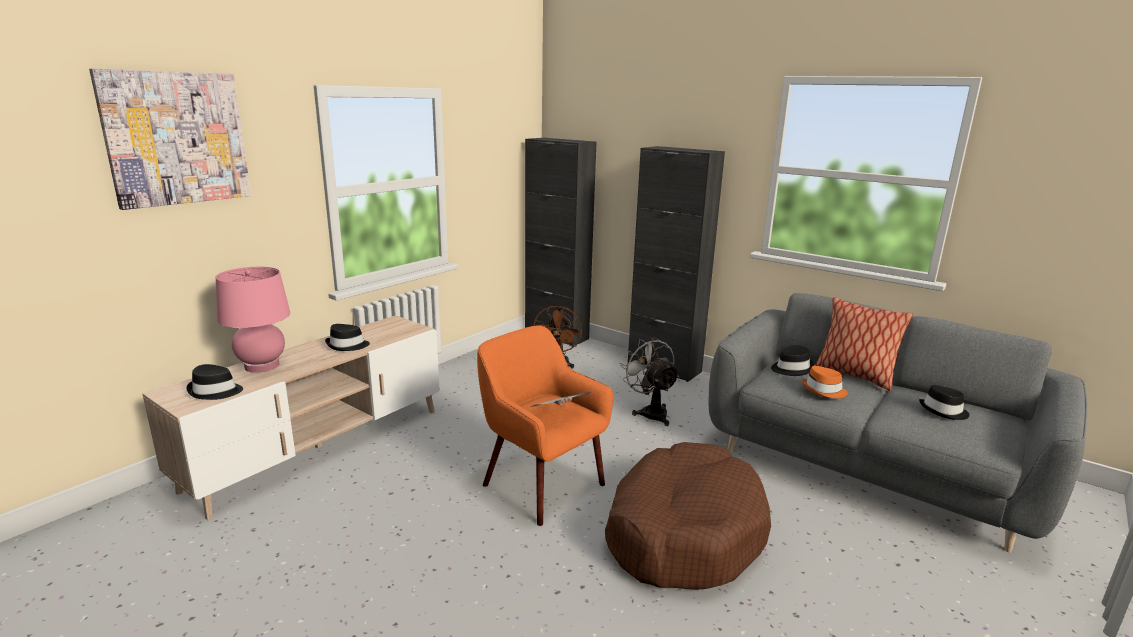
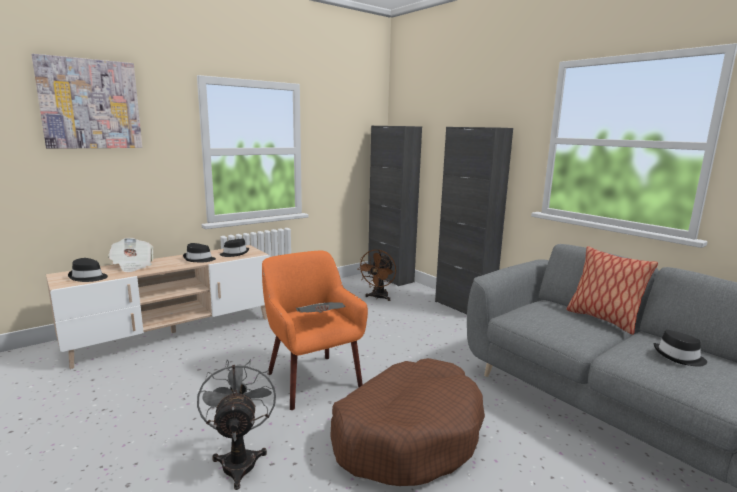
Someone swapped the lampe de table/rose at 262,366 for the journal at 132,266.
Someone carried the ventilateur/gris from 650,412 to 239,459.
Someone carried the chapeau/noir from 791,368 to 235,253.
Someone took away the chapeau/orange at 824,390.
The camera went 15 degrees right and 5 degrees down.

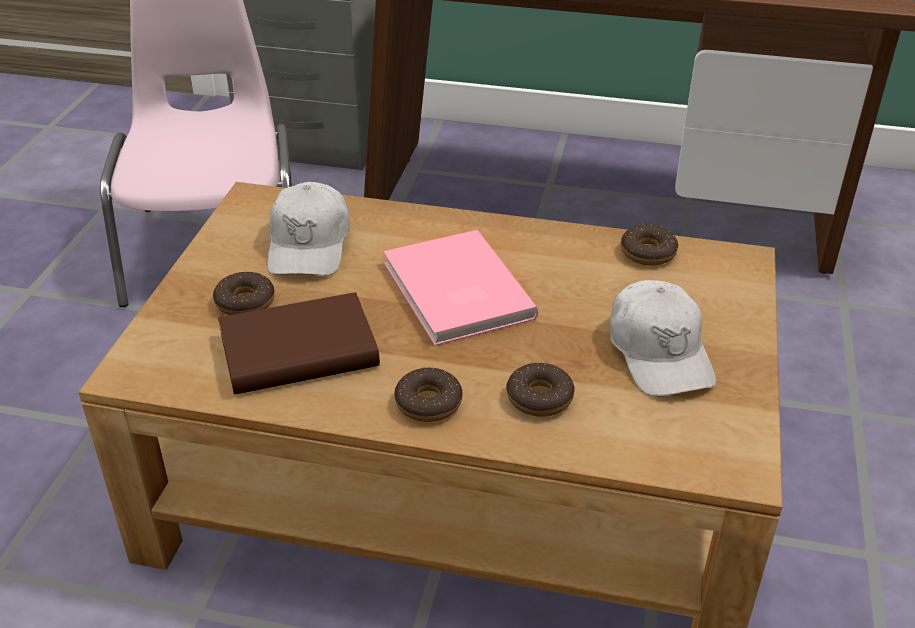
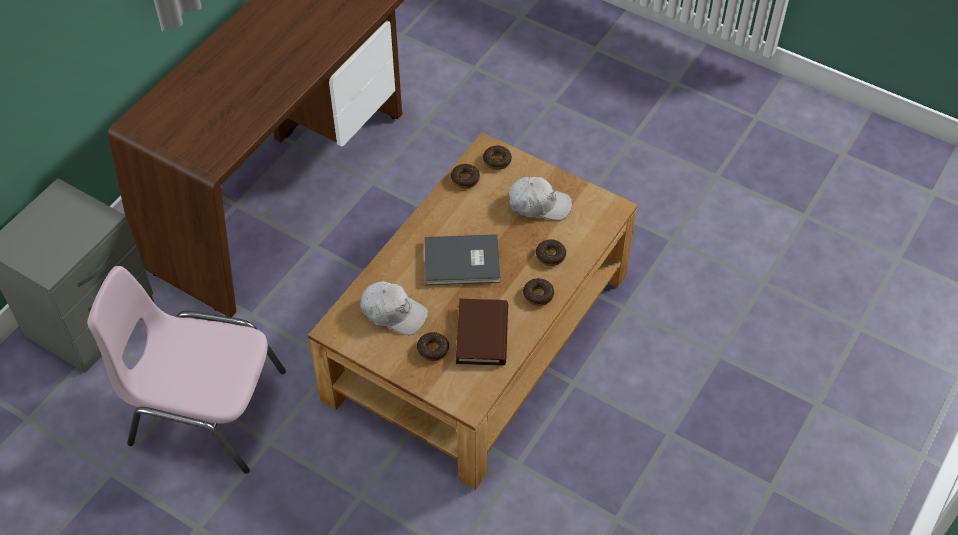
Someone repainted the livre/rose at 454,292, which became the livre/gris at 463,263.
Someone put down the beignet at 497,160.
The camera went 70 degrees left and 15 degrees up.

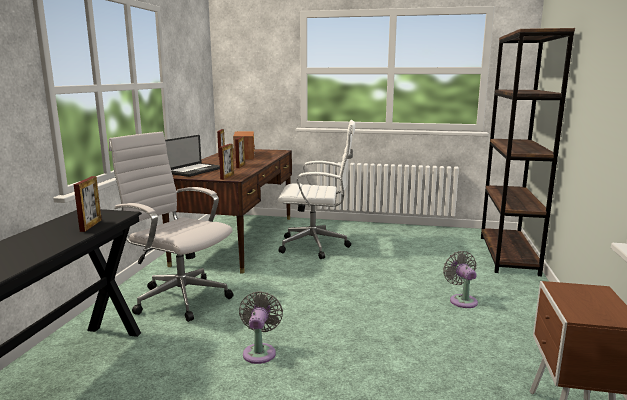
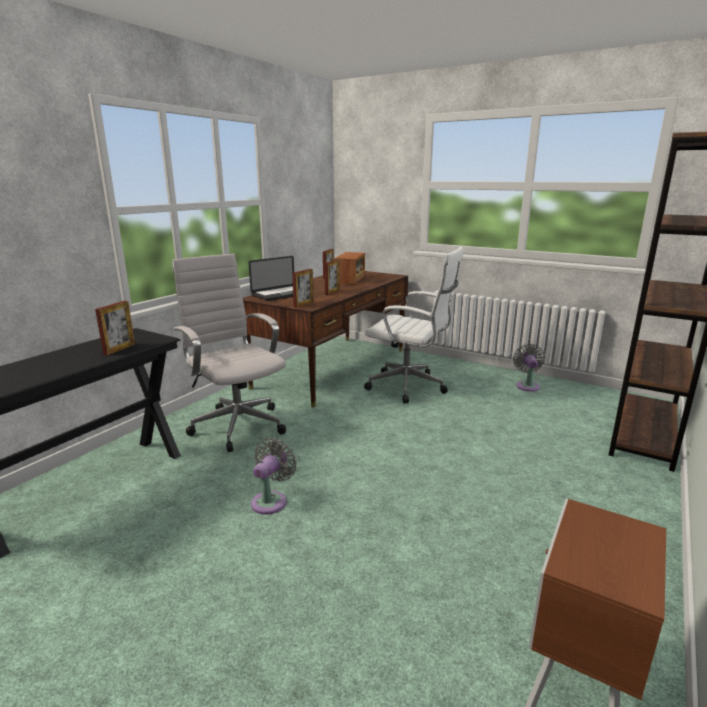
Someone carried the ventilateur/gris from 462,300 to 527,385.
The camera went 20 degrees right and 5 degrees up.

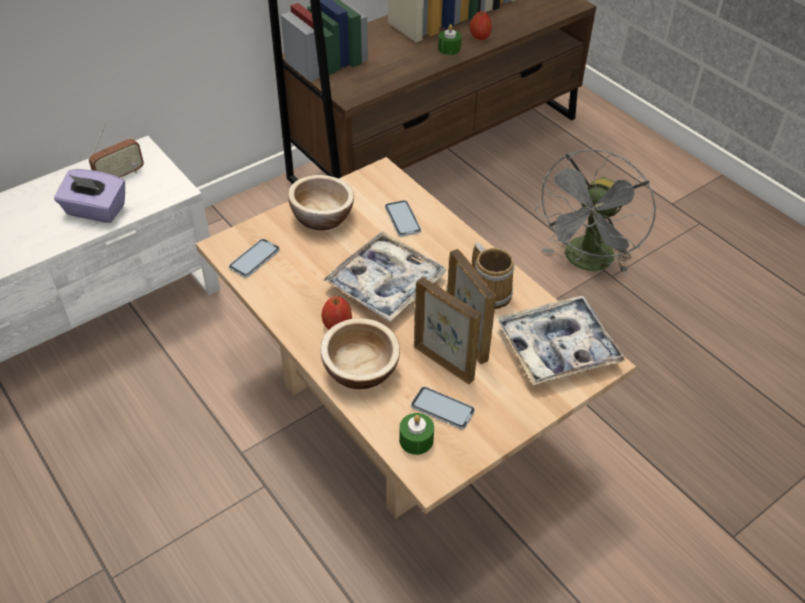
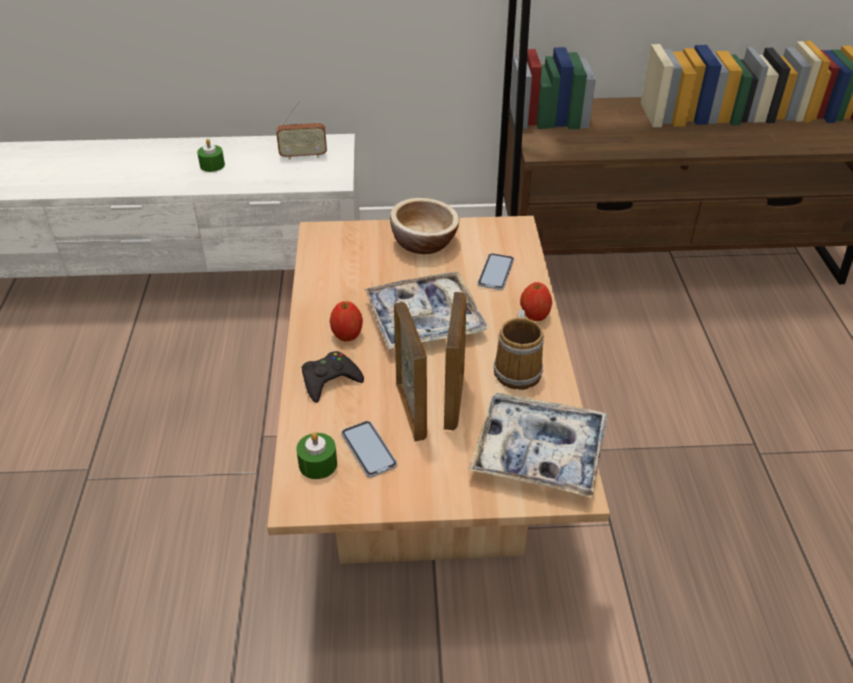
Someone took away the boîte à mouchoirs/violet at 95,211.
Someone took away the téléphone at 254,259.
Someone swapped the bol at 360,370 for the manette/noir at 330,380.
Someone carried the bougie/vert from 449,49 to 212,165.
Someone carried the pomme from 479,37 to 534,316.
Someone took away the ventilateur/gris at 586,263.
The camera went 35 degrees right and 5 degrees down.

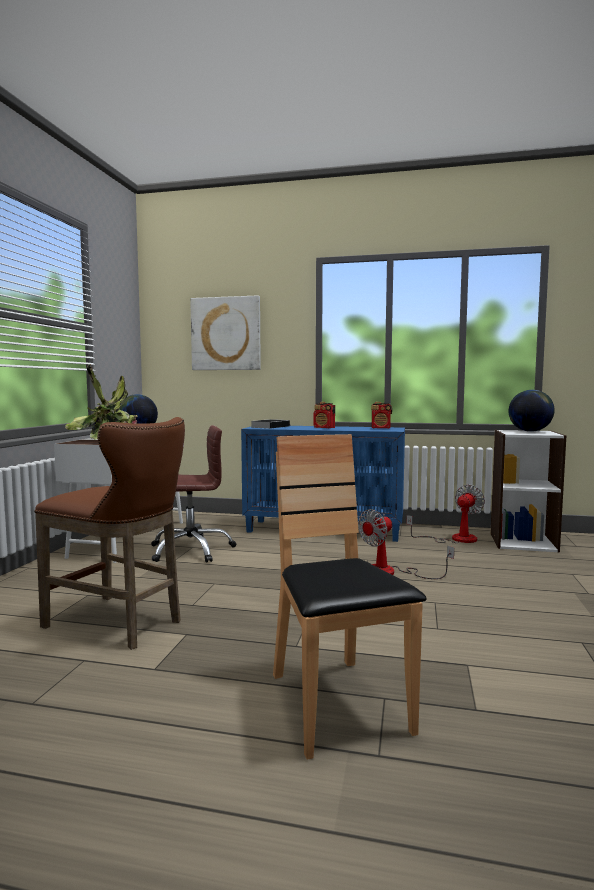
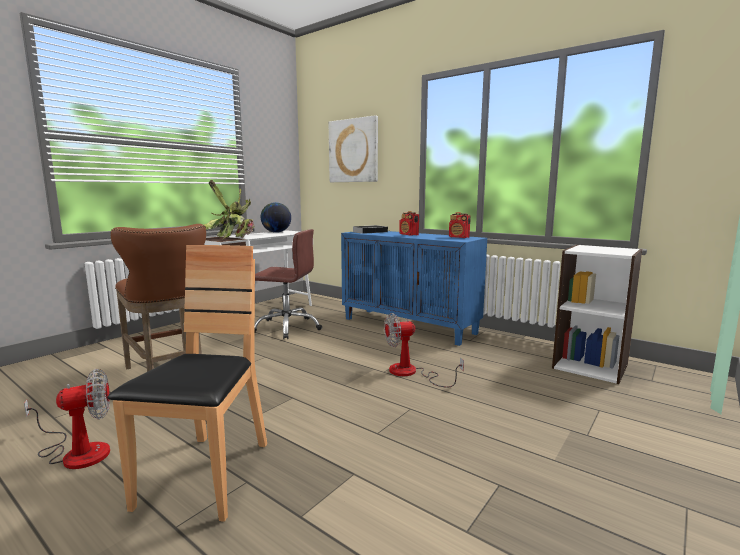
Someone carried the ventilateur from 455,539 to 77,452.
Someone took away the globe at 530,431.
The camera went 25 degrees right and 5 degrees up.

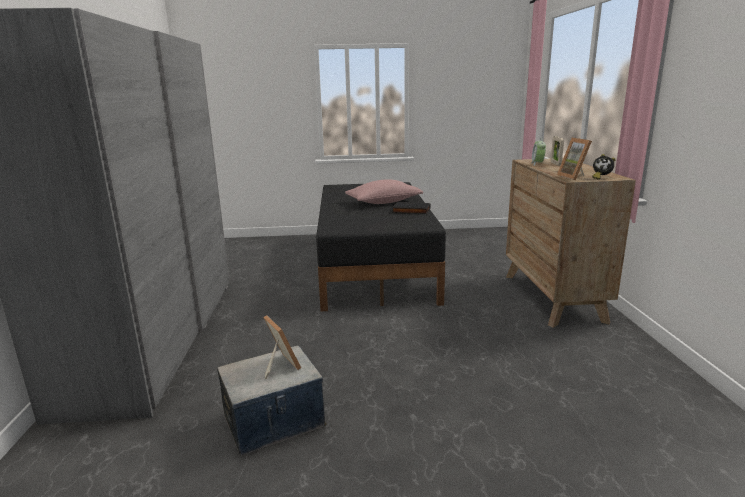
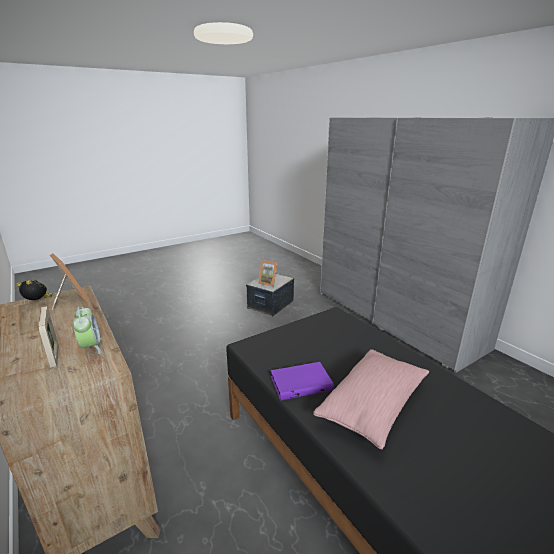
Someone repainted the livre/noir at 411,211, which became the livre/violet at 301,382.
The camera went 150 degrees right and 5 degrees up.

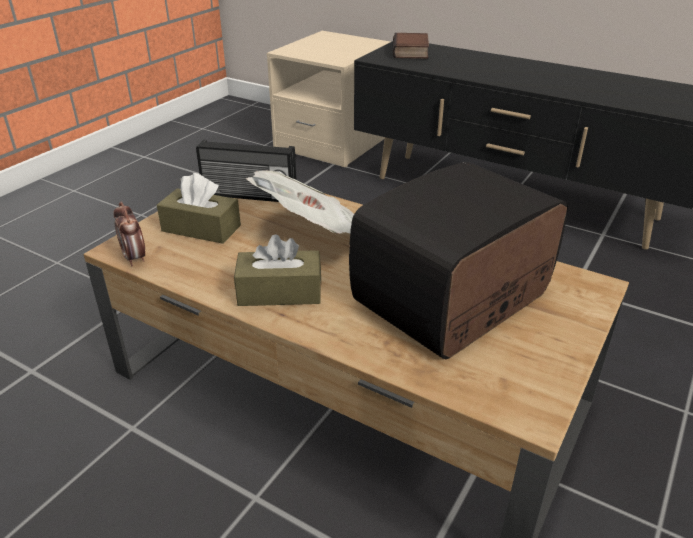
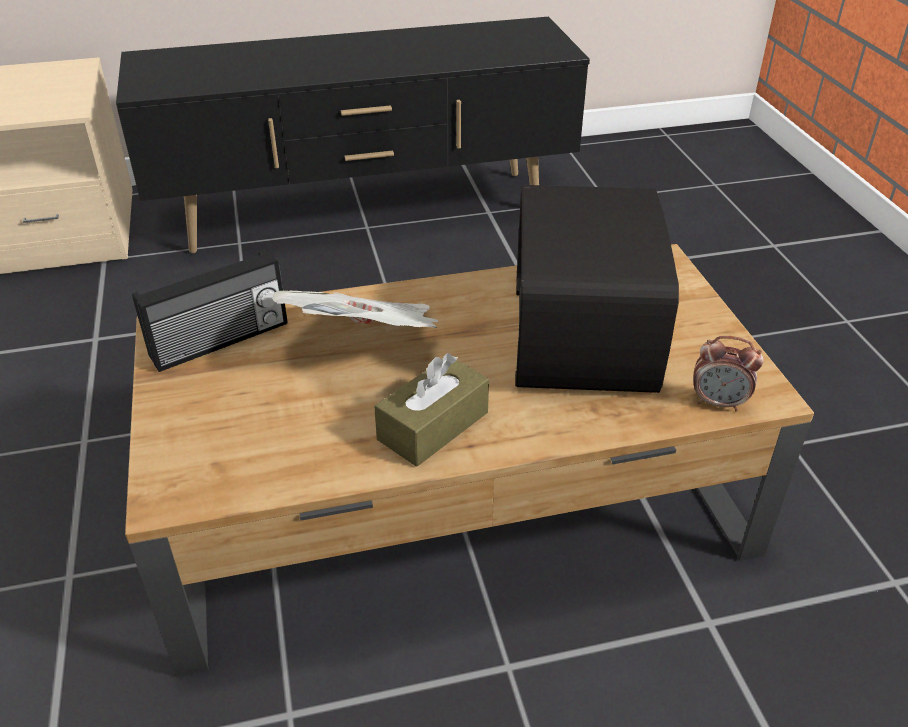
Someone carried the réveil from 135,258 to 718,402.
Someone took away the boîte à mouchoirs/marron at 201,228.
Someone took away the livre at 412,51.
The camera went 45 degrees left and 5 degrees up.

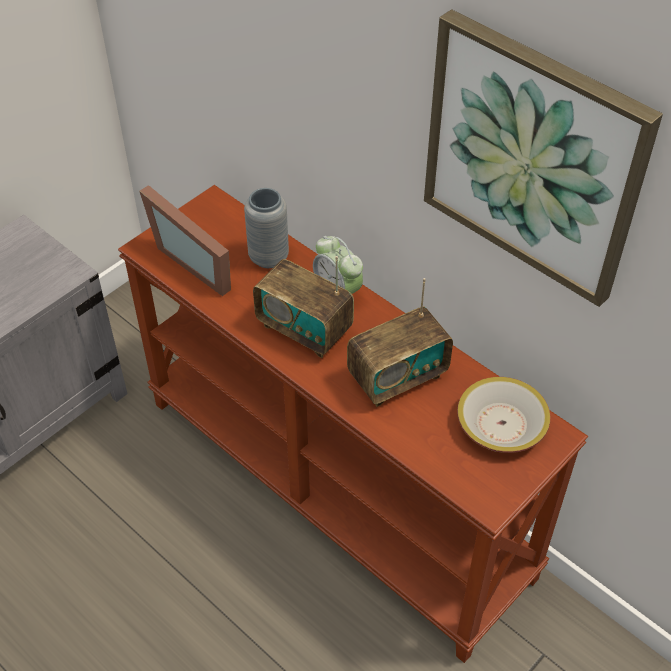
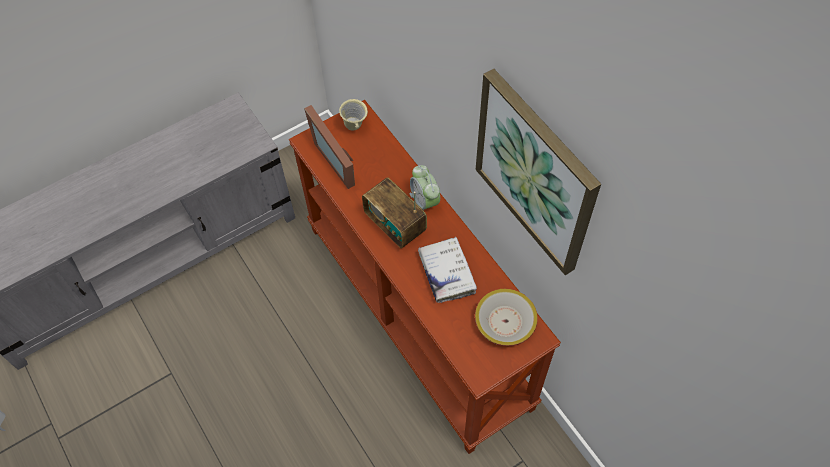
Someone took away the vase/gris at 268,257.
Someone swapped the radio at 397,377 for the livre/blanc at 446,273.
Someone put down the mug/beige at 355,127.
The camera went 15 degrees right and 10 degrees up.

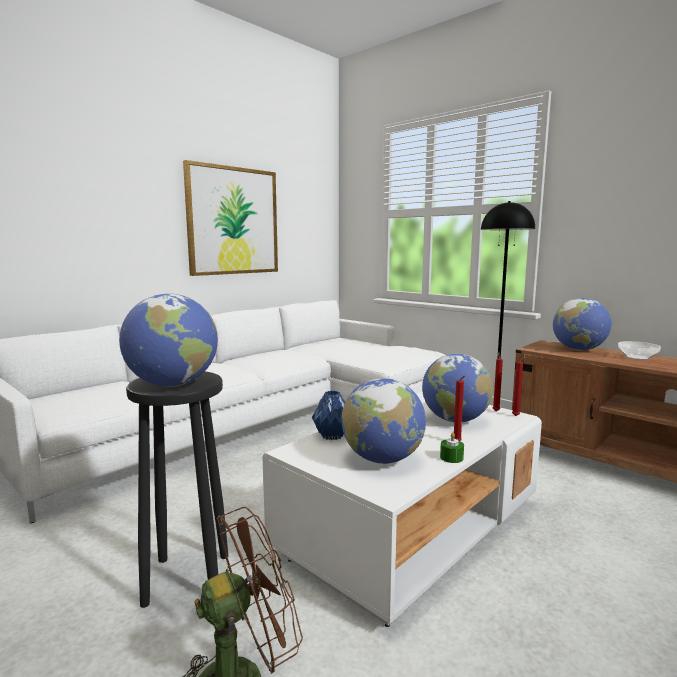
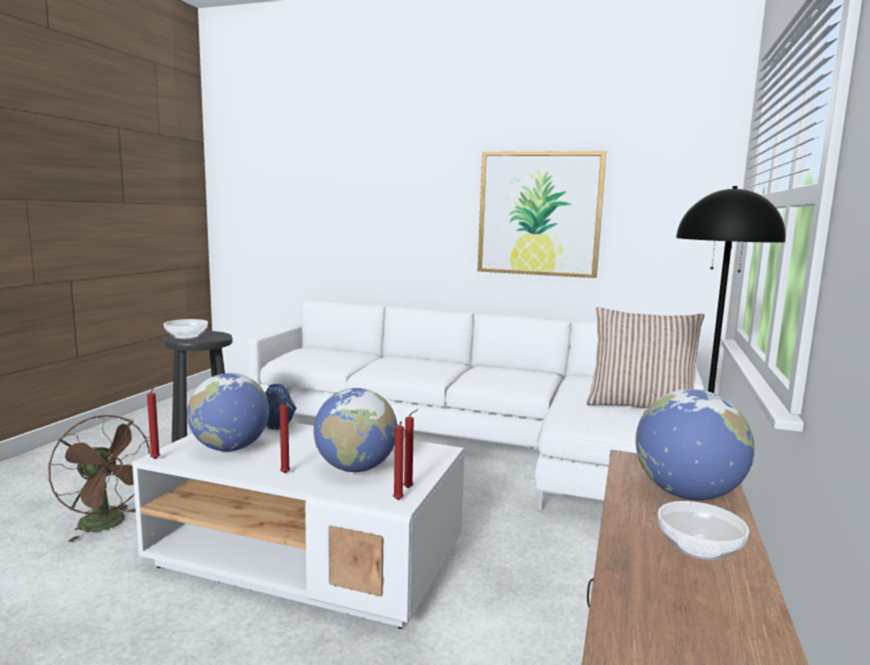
Someone swapped the globe at 173,384 for the bol at 187,337.
Someone took away the bougie/vert at 451,458.
Someone put down the bougie/rouge at 157,458.
Someone put down the coussin at 640,405.
The camera went 65 degrees right and 0 degrees up.

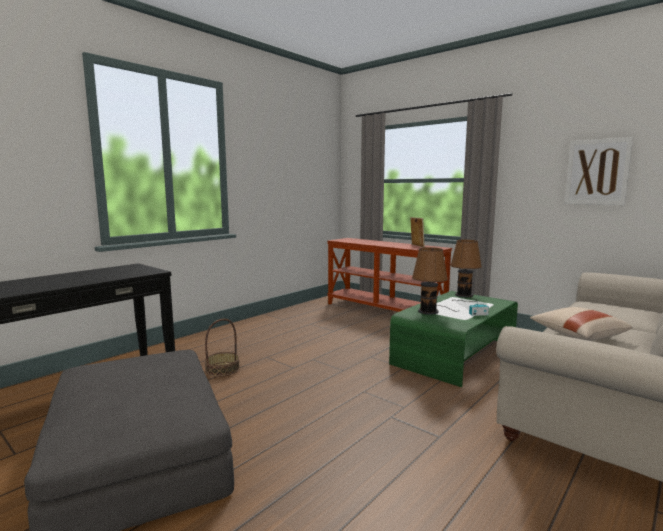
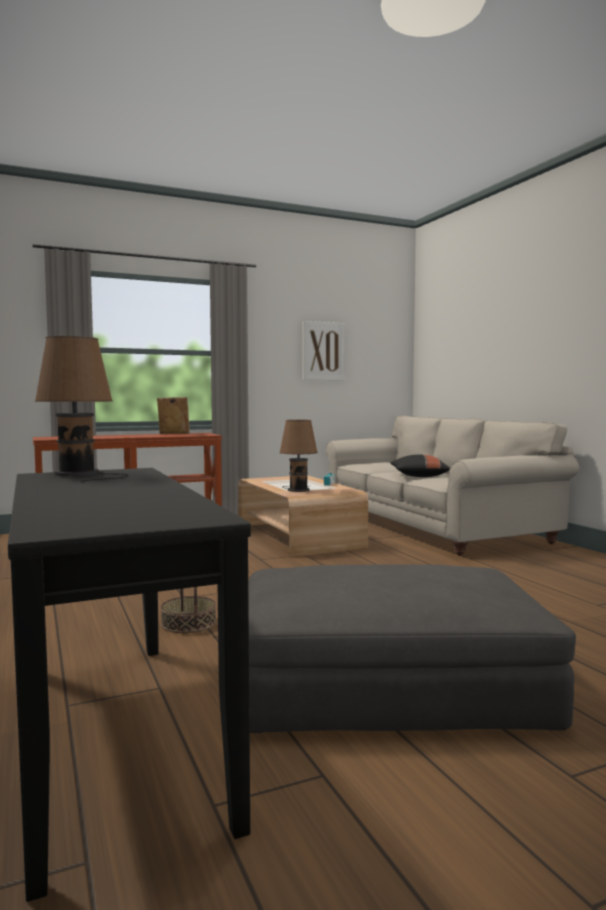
Someone repainted the table basse/vert at 455,353, which became the table basse/marron at 298,536.
Someone carried the lampe de table/marron from 464,296 to 80,474.
Someone repainted the coussin/beige at 577,335, which became the coussin/noir at 418,476.
The camera went 65 degrees left and 5 degrees down.

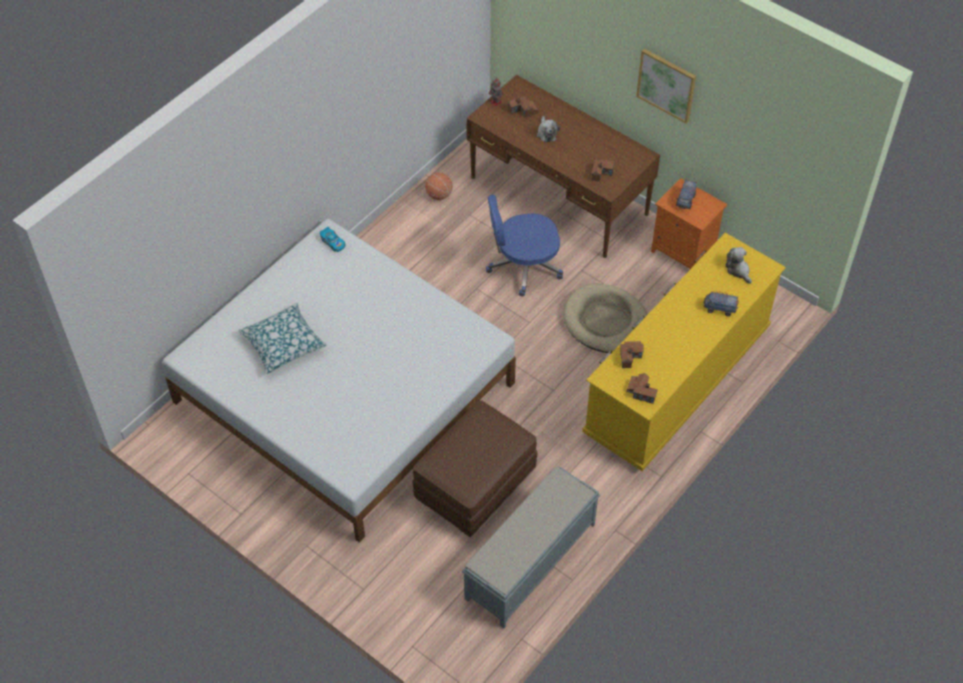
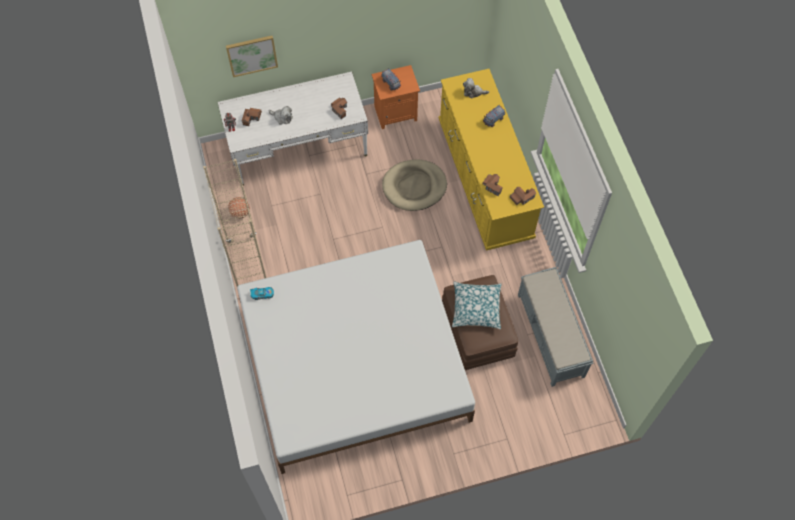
Someone carried the coussin from 283,344 to 476,308.
Someone repainted the bureau/marron at 558,195, which became the bureau/blanc at 298,147.
Someone took away the chaise de bureau/bleu at 523,266.
Someone carried the tableau from 666,85 to 252,55.
Someone put down the bibliothèque/beige at 248,266.
The camera went 55 degrees left and 10 degrees up.

